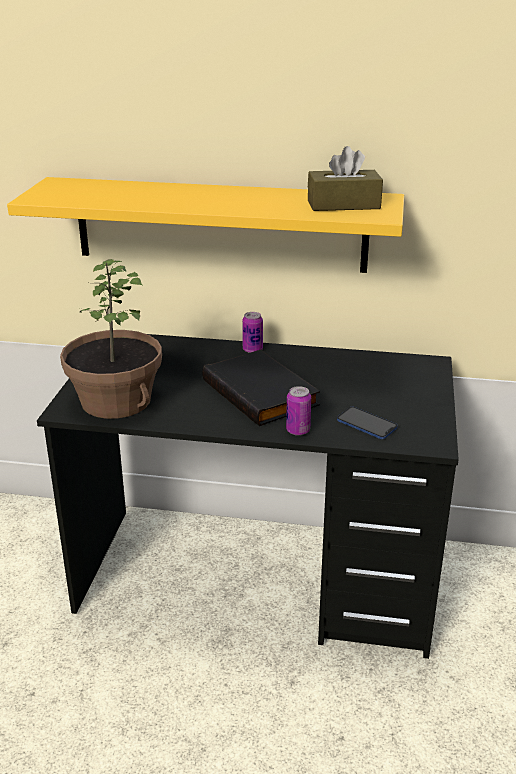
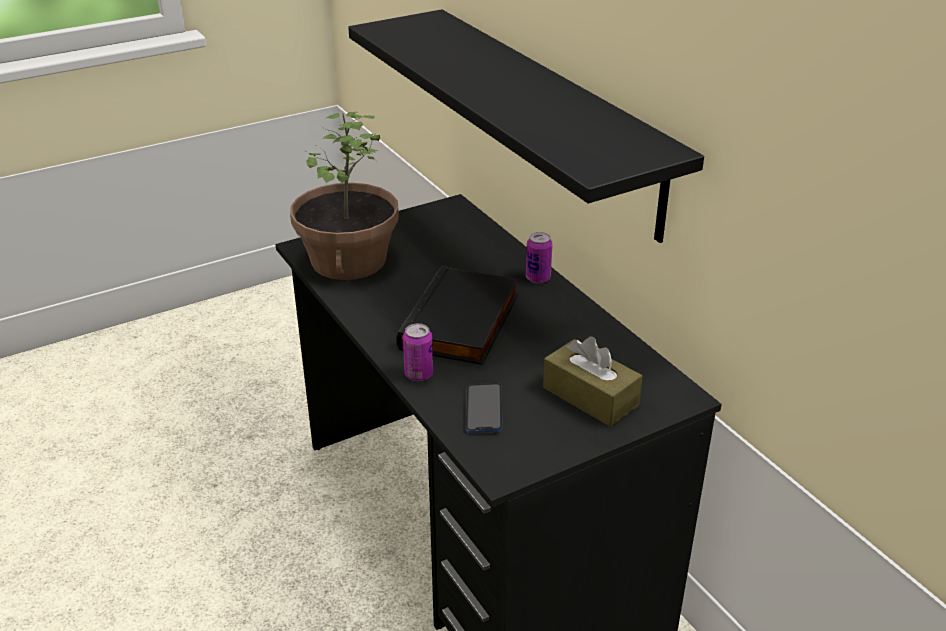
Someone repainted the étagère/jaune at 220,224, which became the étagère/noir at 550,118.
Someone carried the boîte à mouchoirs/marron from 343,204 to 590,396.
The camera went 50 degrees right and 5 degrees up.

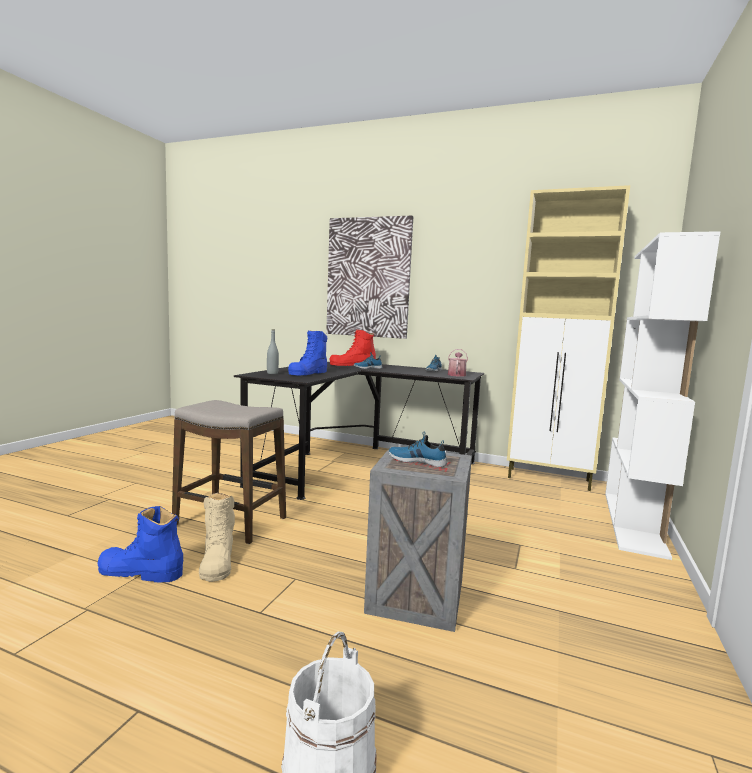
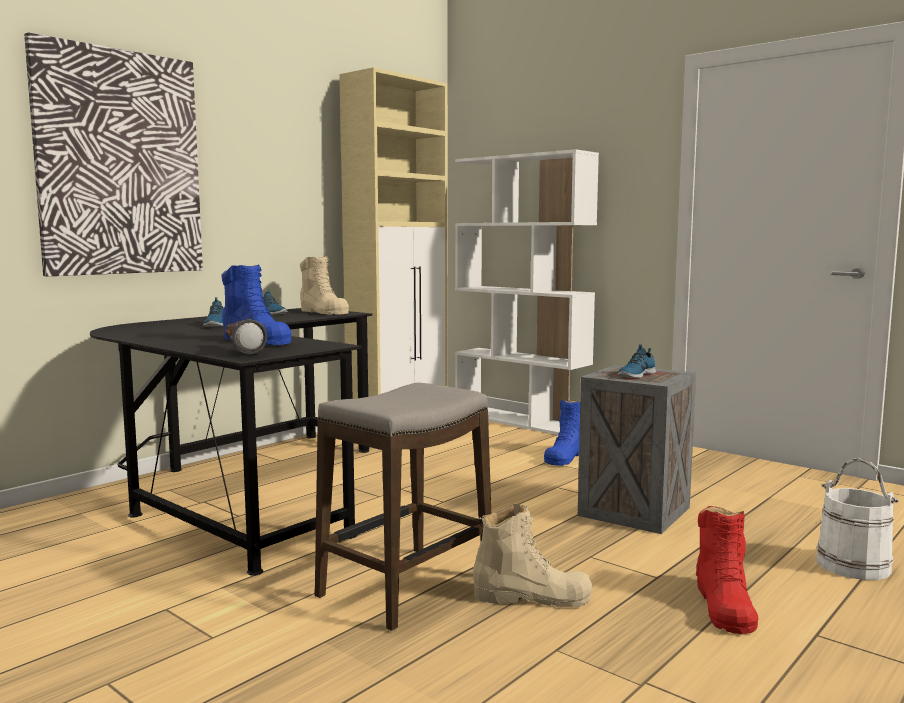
Someone carried the botte/bleu from 140,572 to 565,457.
Someone swapped the bouteille/gris at 272,373 for the lampe de poche at 240,350.
Someone carried the botte/rouge from 352,365 to 724,606.
Someone swapped the arrosoir at 456,375 for the botte/beige at 324,312.
The camera went 70 degrees left and 0 degrees up.

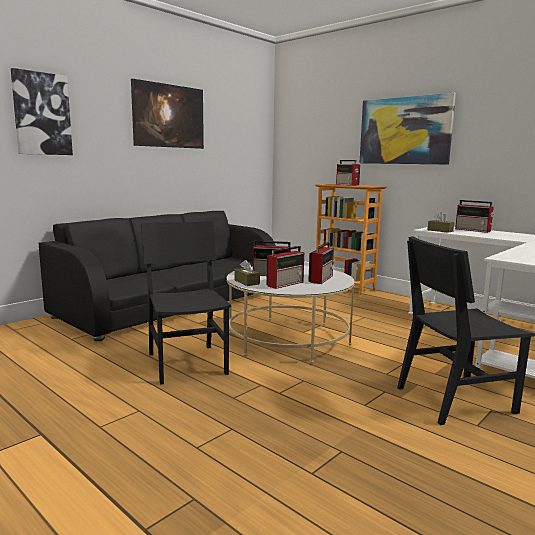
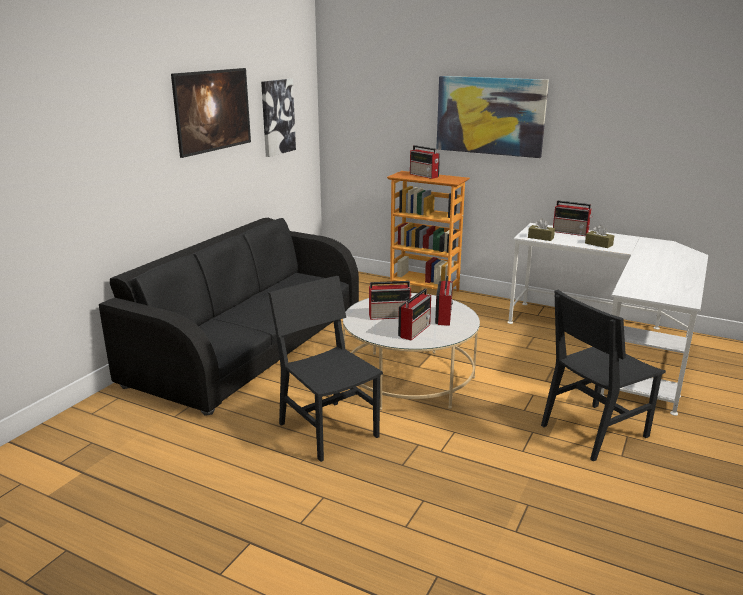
Someone carried the tableau from 42,114 to 277,117.
Someone carried the boîte à mouchoirs/marron from 246,282 to 598,244.
The camera went 15 degrees left and 10 degrees up.

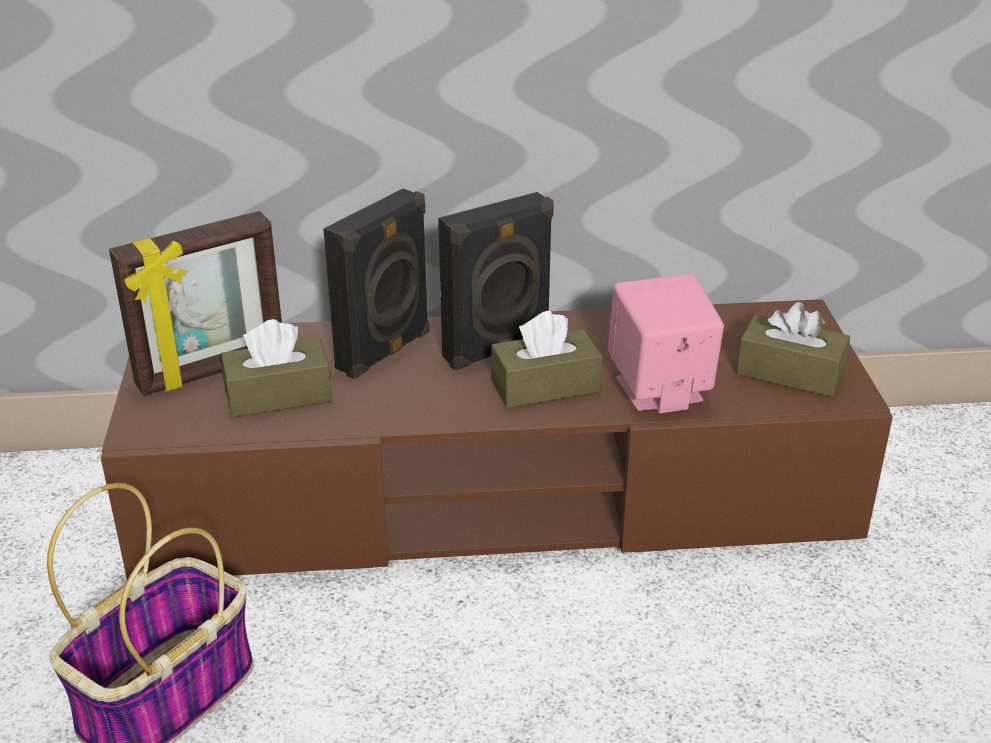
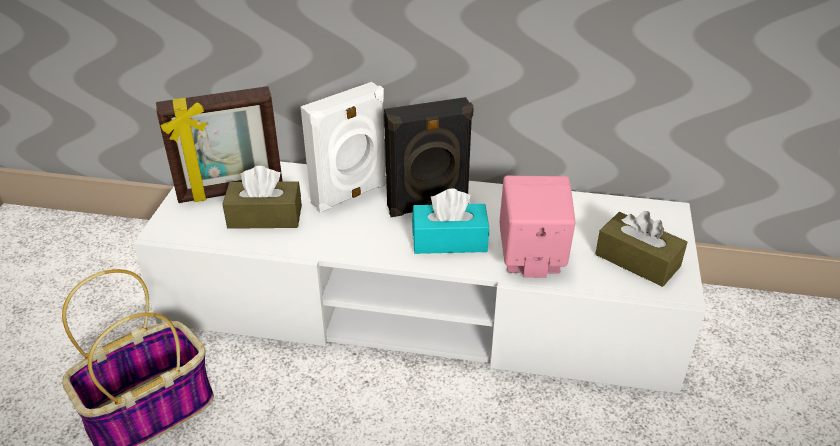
Someone repainted the meuble télé/marron at 495,498, which became the meuble télé/blanc at 420,307.
Someone repainted the enceinte/noir at 386,352, which became the enceinte/blanc at 350,195.
Someone repainted the boîte à mouchoirs/marron at 545,386, which became the boîte à mouchoirs/turquoise at 449,240.
The camera went 15 degrees right and 5 degrees up.

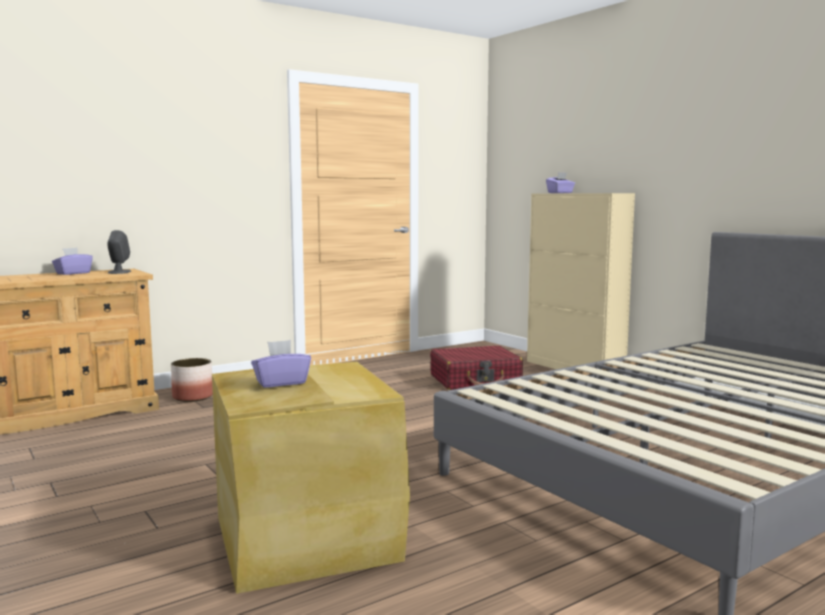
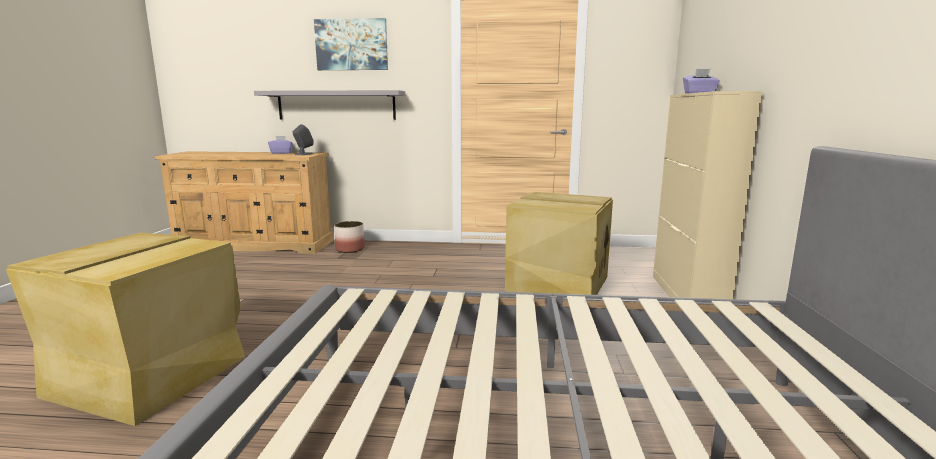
Someone took away the boîte à mouchoirs/violet at 281,382.
Someone swapped the valise/rouge at 475,380 for the boîte de rangement/beige at 558,284.
Someone put up the étagère/gris at 336,105.
Someone put up the tableau at 351,45.
The camera went 40 degrees right and 5 degrees up.

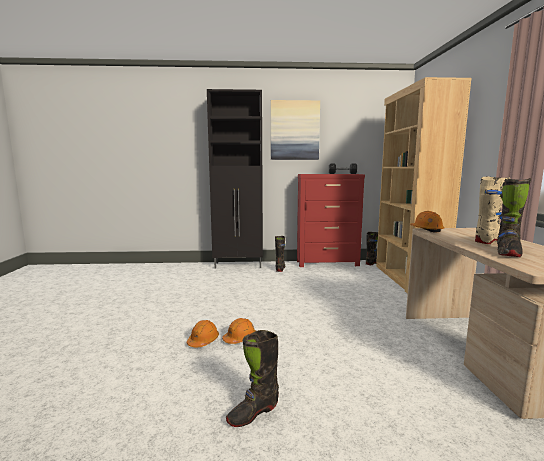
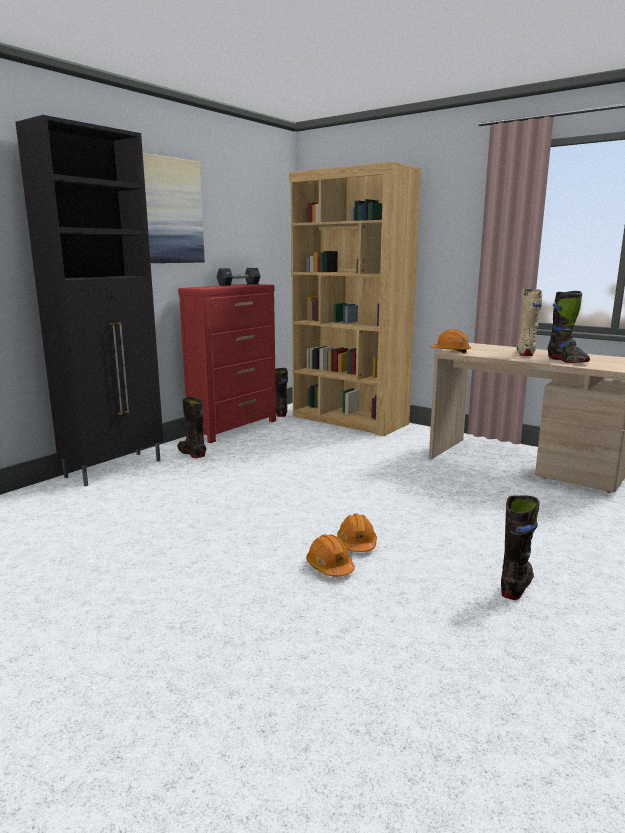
Someone rotated the botte/noir at 253,413 by 150 degrees counterclockwise.
The camera went 50 degrees left and 5 degrees up.

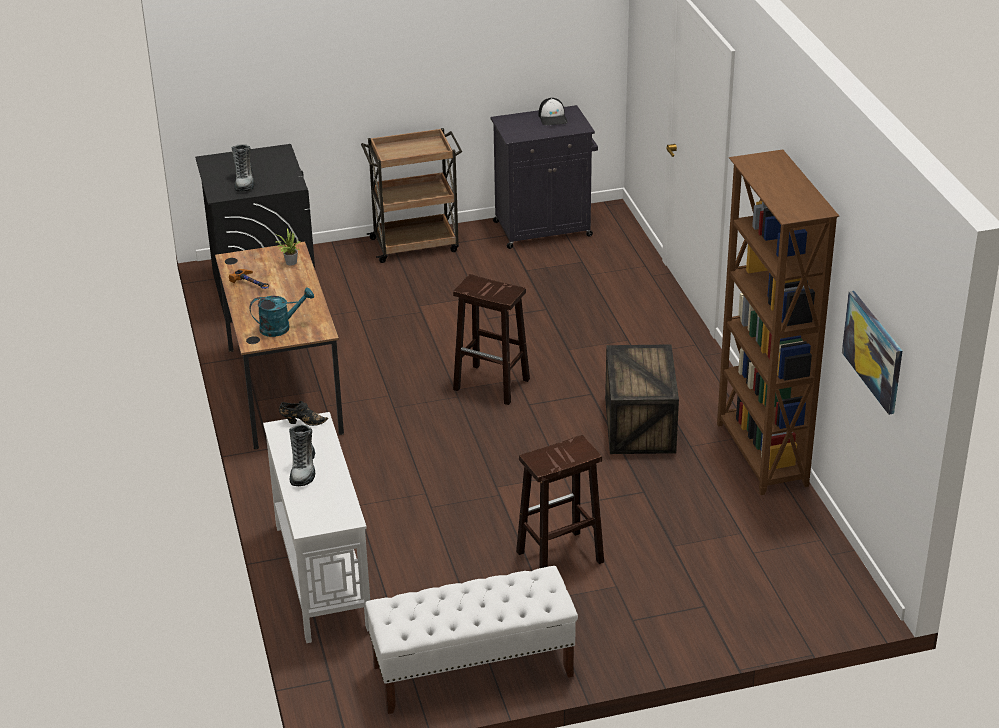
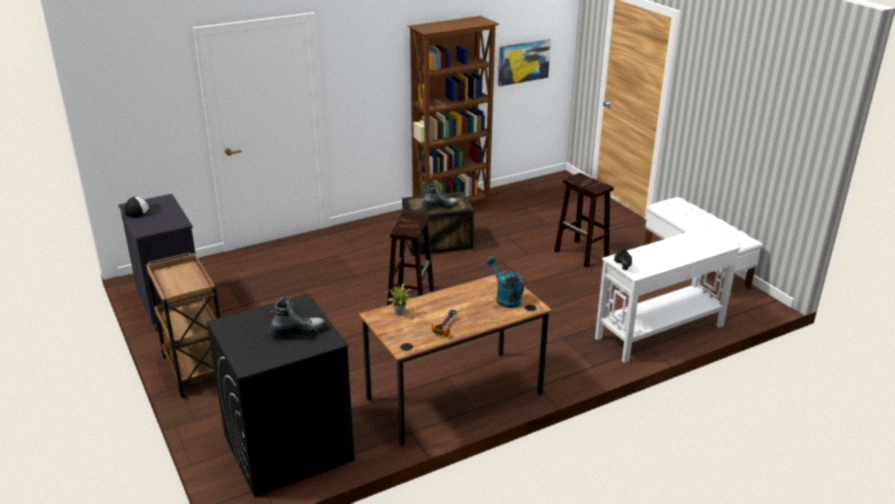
Someone carried the botte from 303,469 to 440,206.
The camera went 105 degrees left and 5 degrees down.

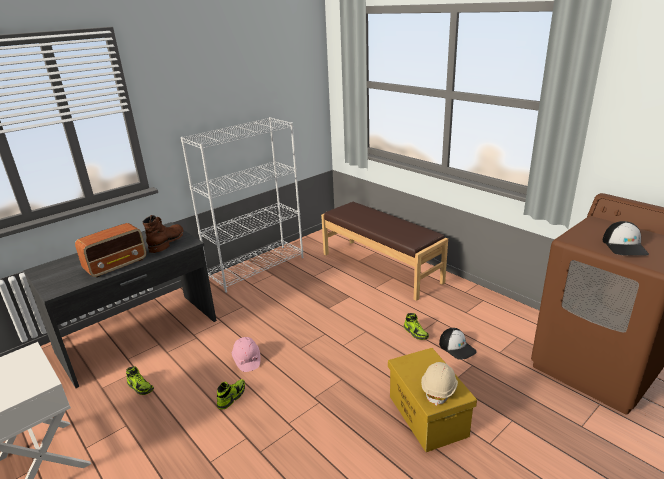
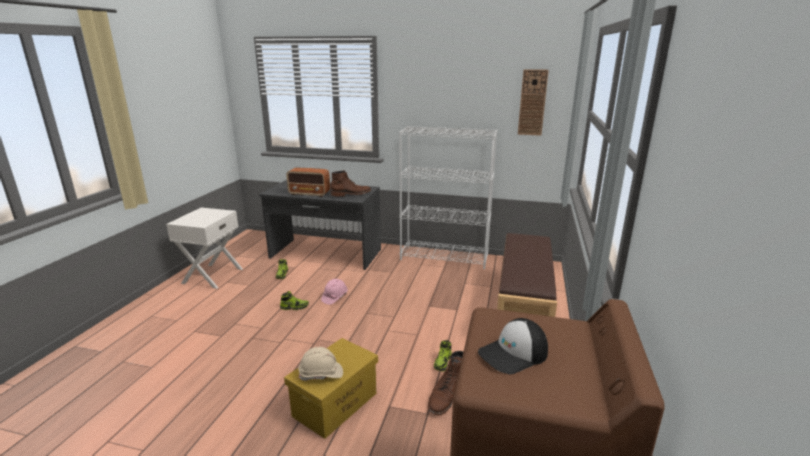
Someone swapped the casquette at 457,347 for the botte/marron at 446,395.
Someone put up the horloge murale at 532,102.
The camera went 55 degrees right and 5 degrees down.

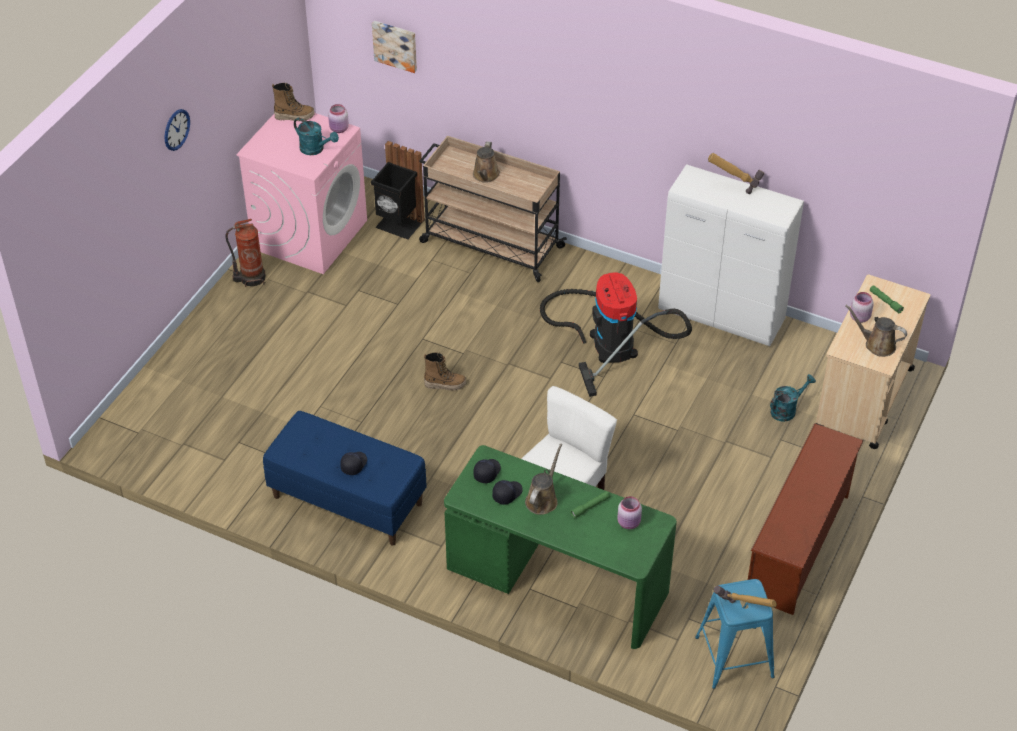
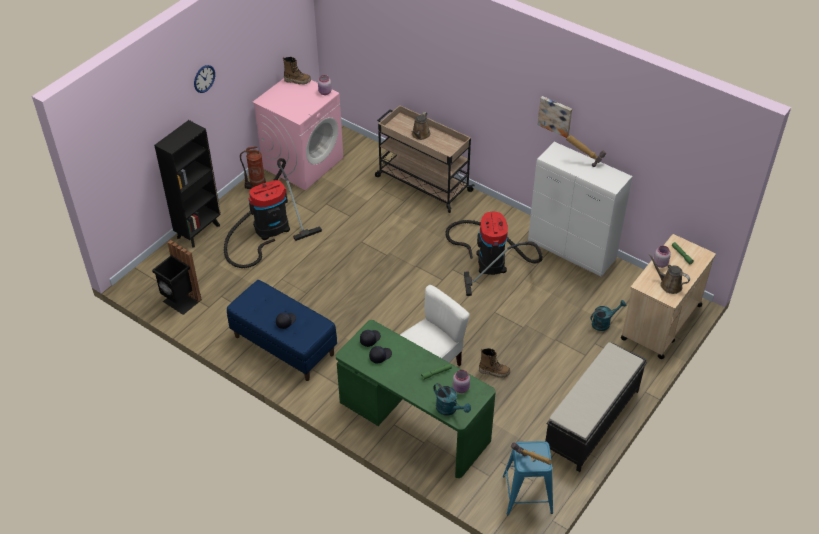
Someone carried the arrosoir/turquoise from 315,149 to 449,409.
Someone carried the poubelle/noir from 399,225 to 181,301.
Someone carried the tableau from 395,45 to 555,115.
Someone carried the botte from 445,384 to 494,372.
Someone took away the arrosoir/marron at 542,499.
Someone swapped the étagère à chaussures/marron at 799,546 for the banc/noir at 591,421.
Someone put down the bibliothèque/noir at 199,231.
Someone put down the aspirateur at 268,230.
The camera went 10 degrees right and 0 degrees up.

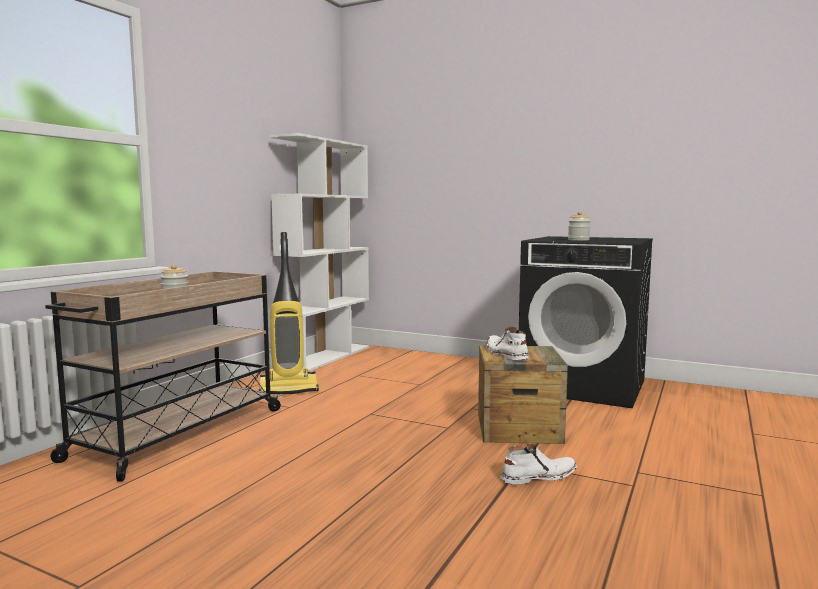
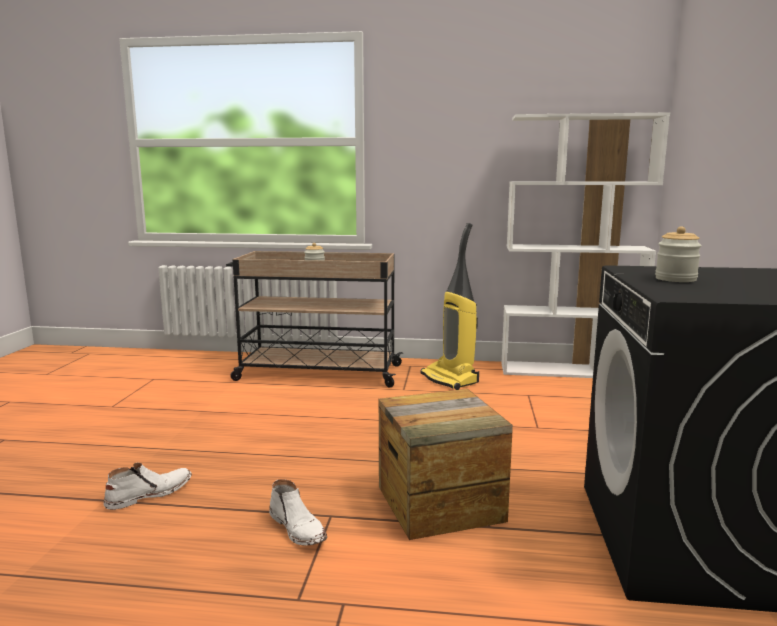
Someone carried the botte/blanc from 505,354 to 149,494.
The camera went 70 degrees right and 5 degrees up.

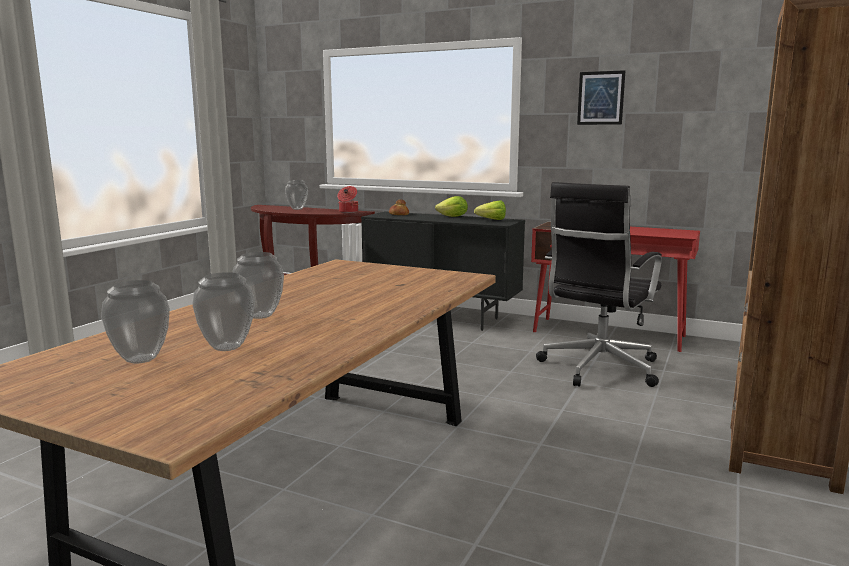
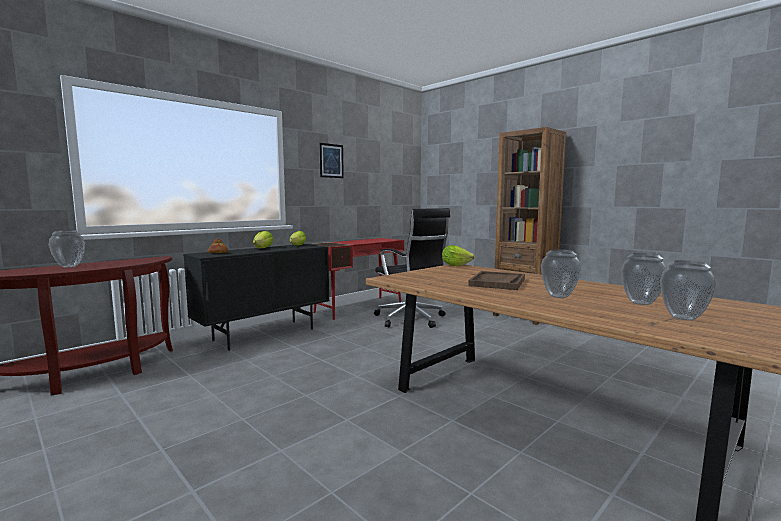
Someone took away the marmite at 348,212.
Someone put down the laitue at 455,265.
Someone put down the plateau/marron at 497,282.
The camera went 70 degrees left and 5 degrees down.

